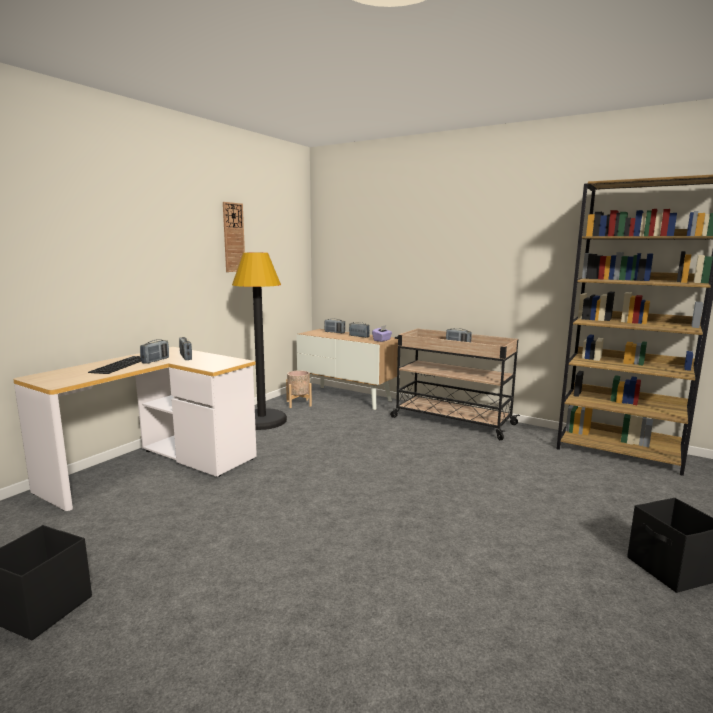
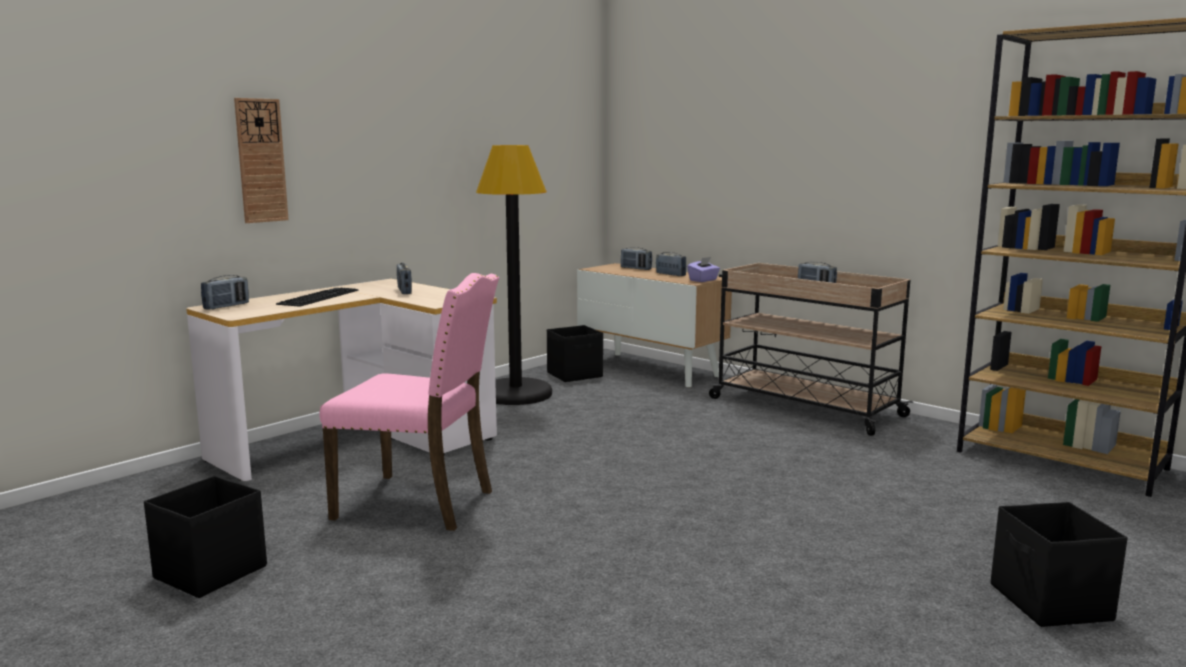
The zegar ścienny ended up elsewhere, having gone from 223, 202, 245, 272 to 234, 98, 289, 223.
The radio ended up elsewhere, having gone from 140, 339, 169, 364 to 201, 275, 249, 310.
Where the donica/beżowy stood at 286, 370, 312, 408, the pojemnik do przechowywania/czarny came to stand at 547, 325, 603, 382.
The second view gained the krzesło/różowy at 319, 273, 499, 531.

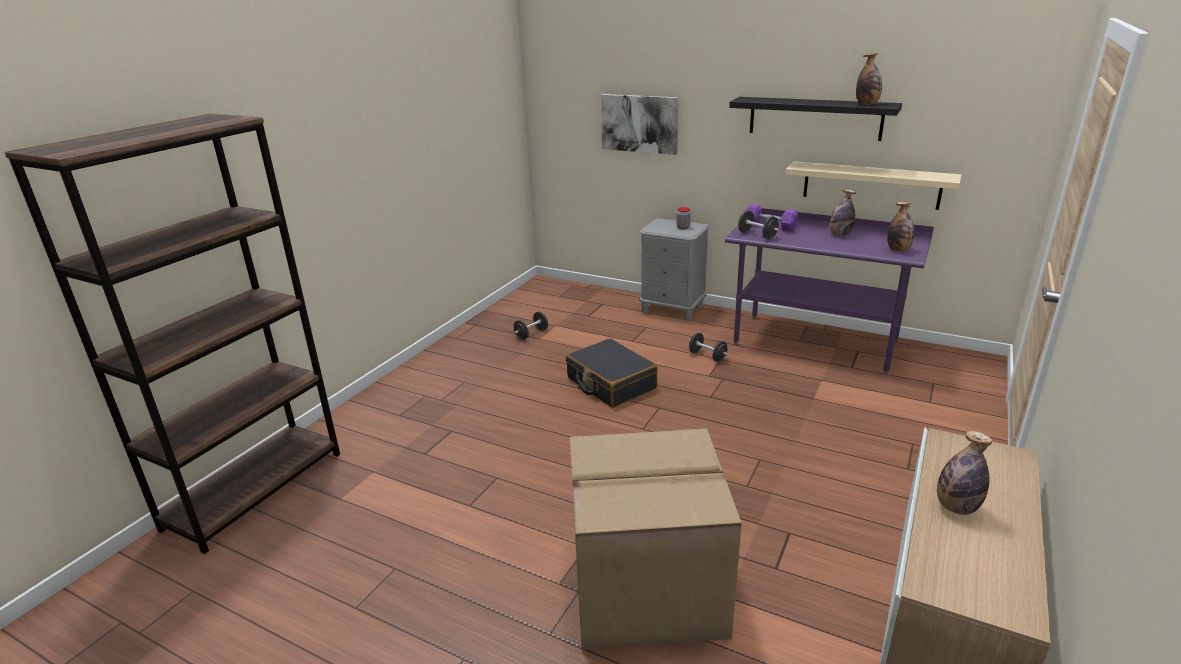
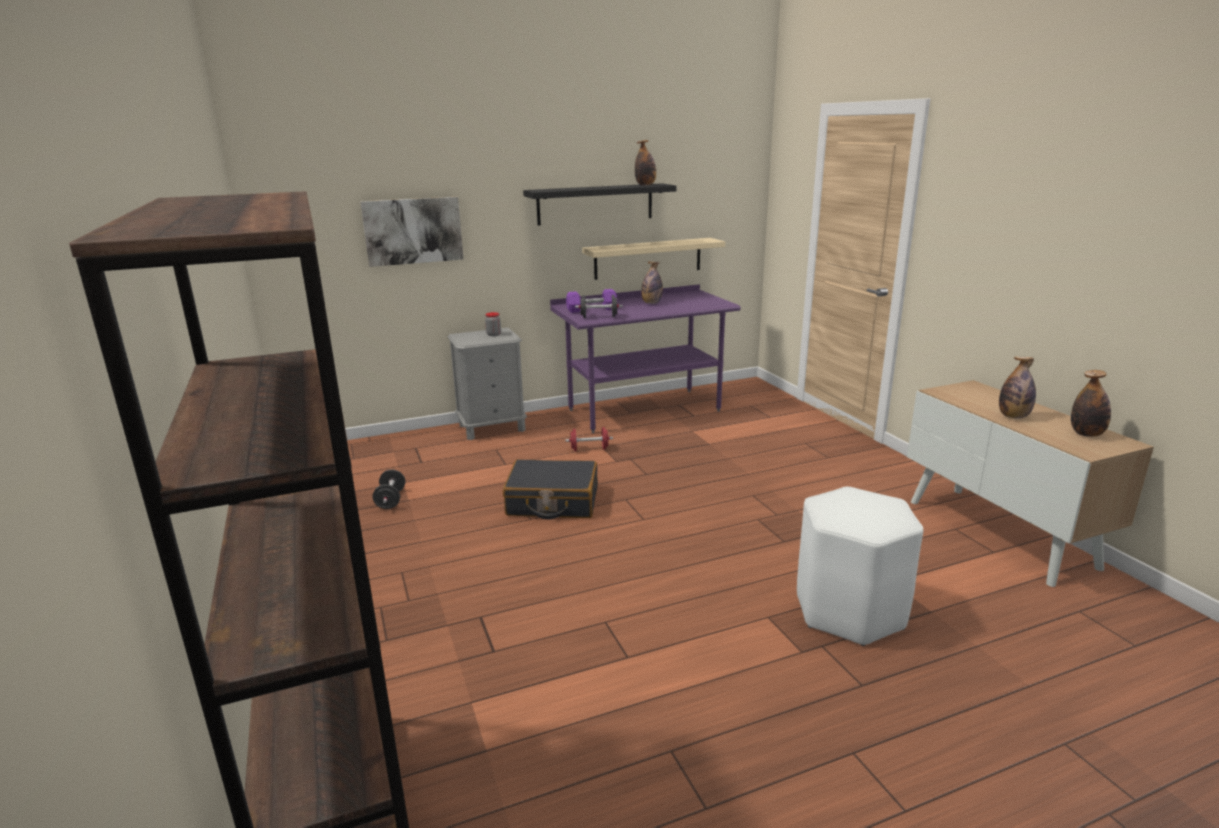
The butelka ended up elsewhere, having gone from 887, 202, 915, 251 to 1071, 370, 1111, 437.
What was the hantel/czarny at 689, 333, 728, 362 turned into the hantel/czerwony at 565, 427, 613, 451.
Where the karton stood at 570, 429, 742, 650, the stołek/biały came to stand at 797, 486, 923, 646.

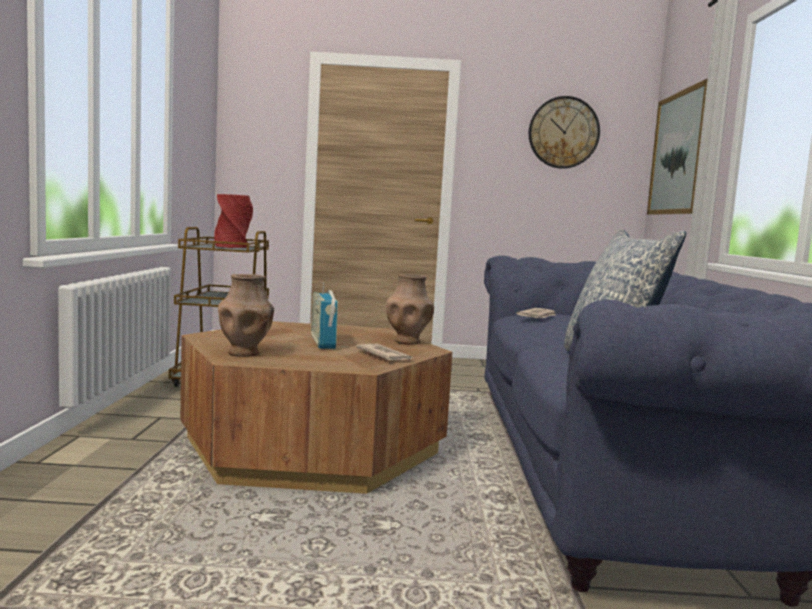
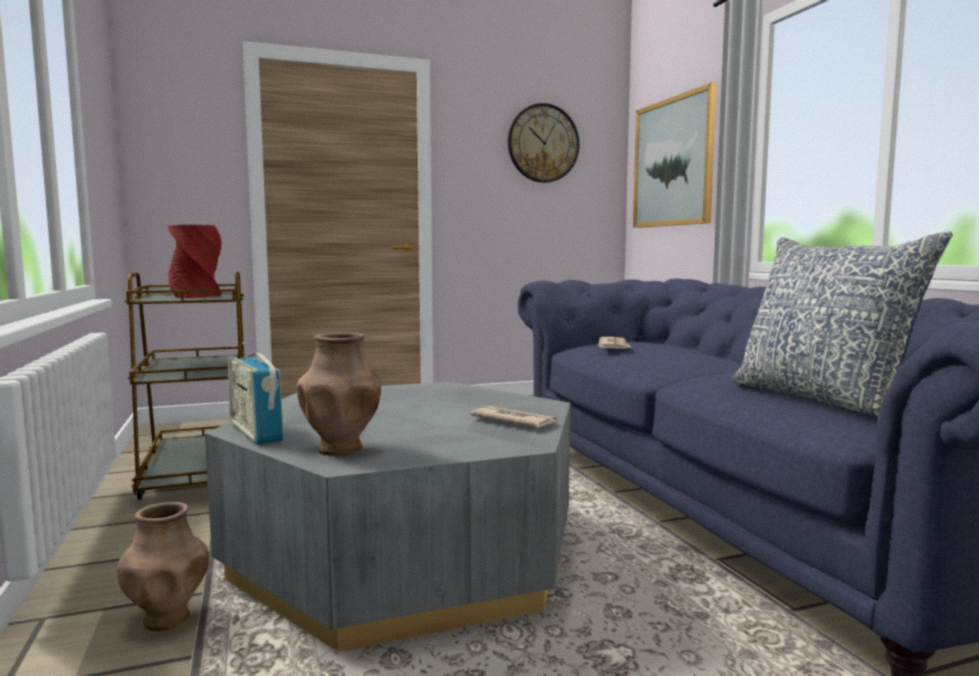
The wazon/brązowy ended up elsewhere, having gone from 386, 274, 434, 344 to 117, 502, 209, 631.
The radio ended up elsewhere, having gone from 311, 283, 338, 349 to 228, 342, 284, 445.
What was the ława/brązowy at 180, 321, 452, 494 turned into the ława/szary at 205, 382, 570, 651.

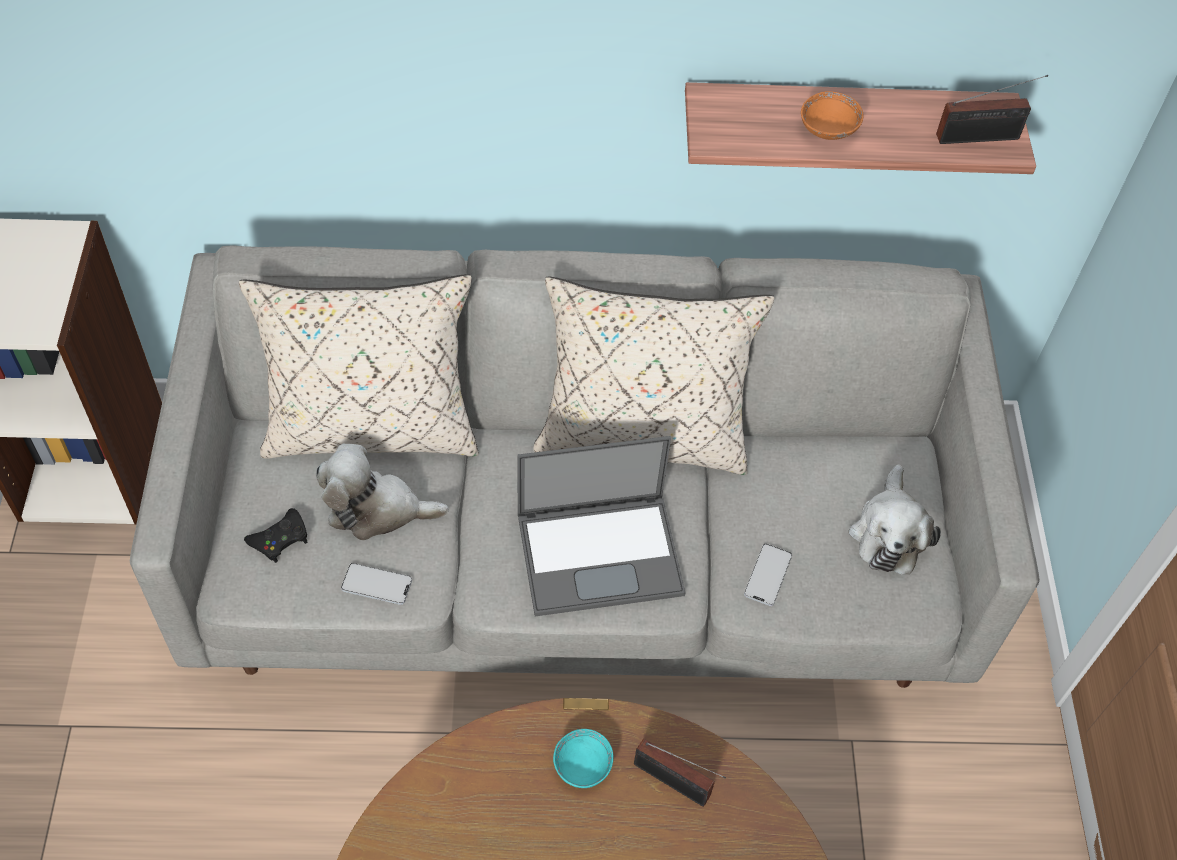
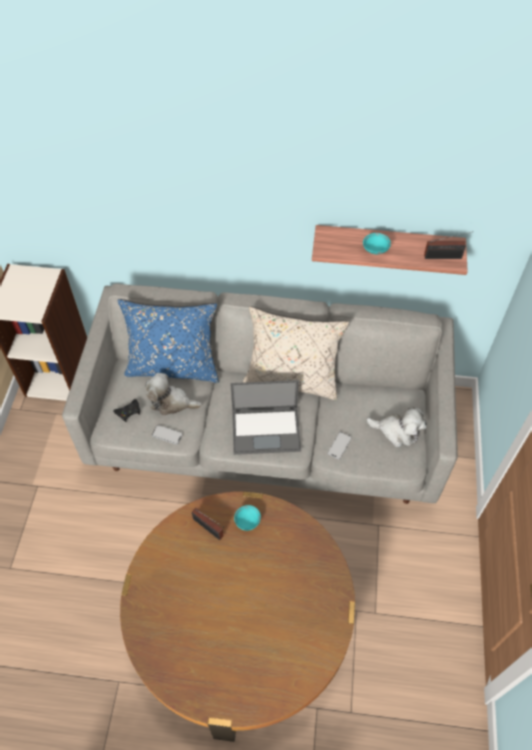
What was the miska/pomarańczowy at 801, 91, 864, 140 turned into the miska/turkusowy at 363, 233, 391, 254.
What was the poduszka/beżowy at 239, 274, 479, 459 turned into the poduszka/niebieski at 118, 299, 219, 383.
The pluszak at 849, 464, 941, 575 ended up facing another way, 90 degrees counterclockwise from before.
The radio ended up elsewhere, having gone from 634, 739, 726, 807 to 192, 508, 224, 540.

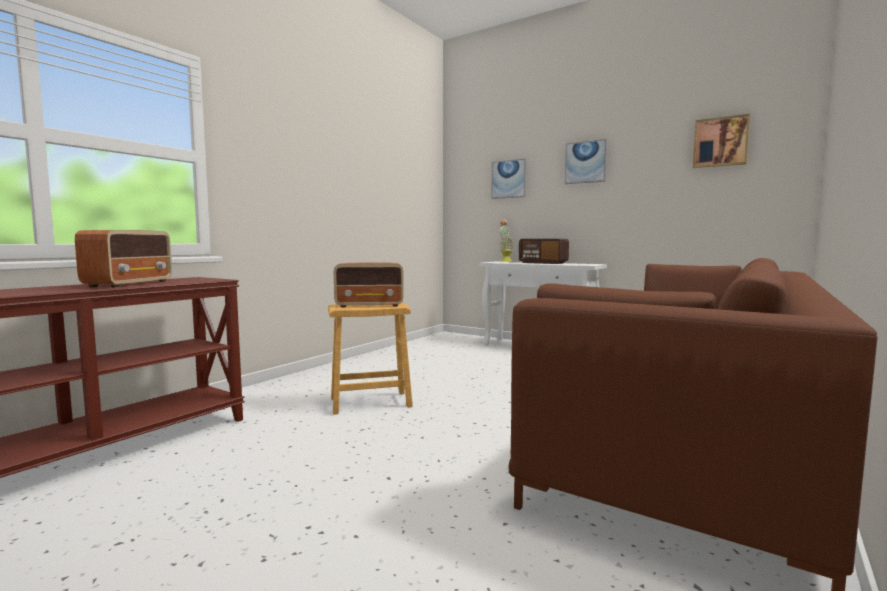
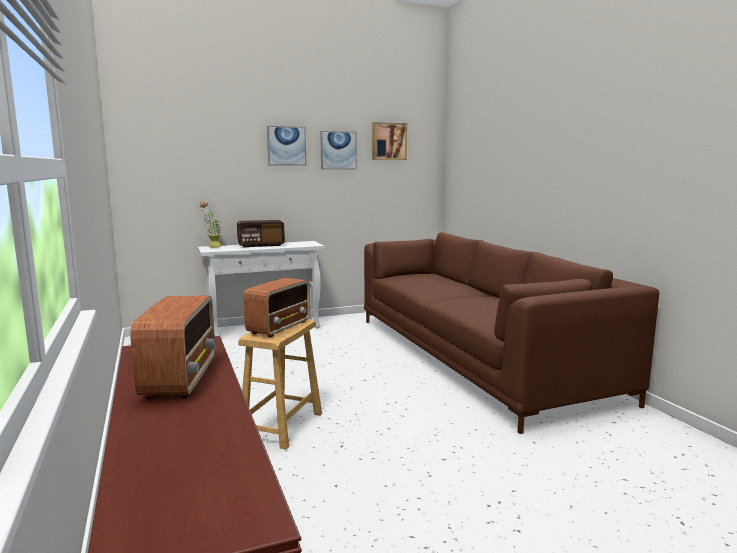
The obraz ended up elsewhere, having gone from 491, 159, 526, 199 to 320, 131, 357, 169.
The radio at 75, 230, 172, 287 ended up facing another way, 45 degrees clockwise from before.

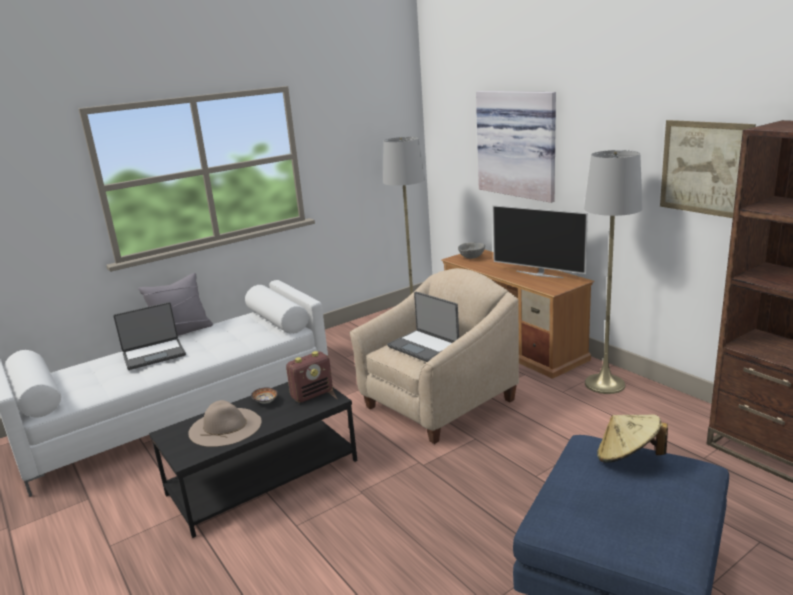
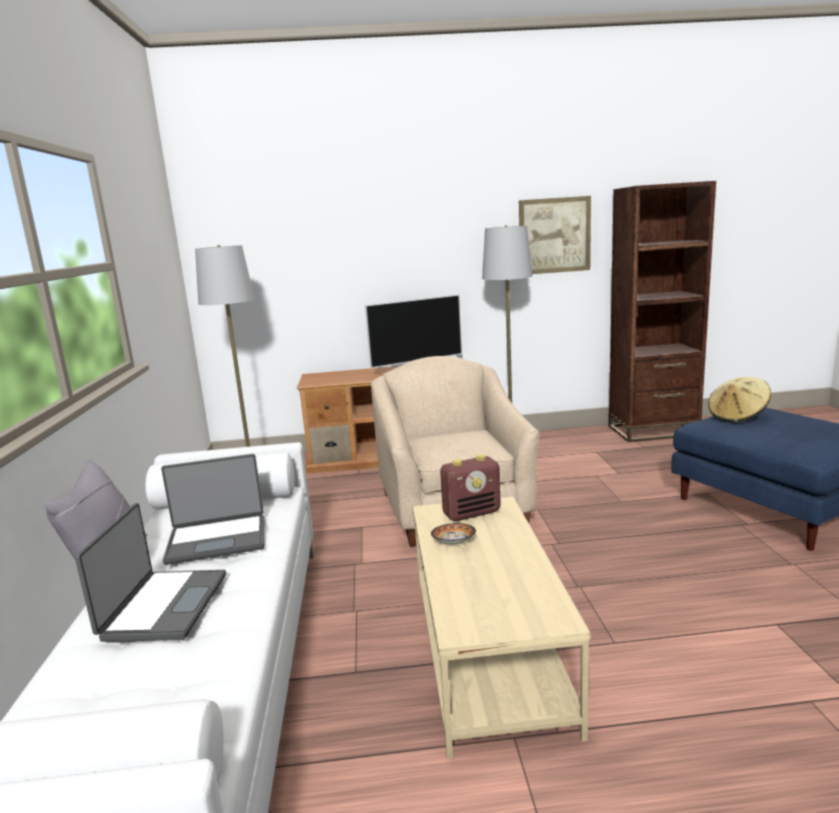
The second view lost the obraz at 476, 91, 556, 203.
The second view lost the miska/szary at 458, 242, 485, 259.
The laptop ended up elsewhere, having gone from 387, 292, 459, 362 to 161, 454, 264, 565.
The radio at 286, 351, 333, 403 ended up facing another way, 75 degrees clockwise from before.
What was the ława/czarny at 149, 382, 357, 538 turned into the ława/beżowy at 412, 497, 591, 759.
The second view lost the kapelusz/beżowy at 188, 400, 262, 447.

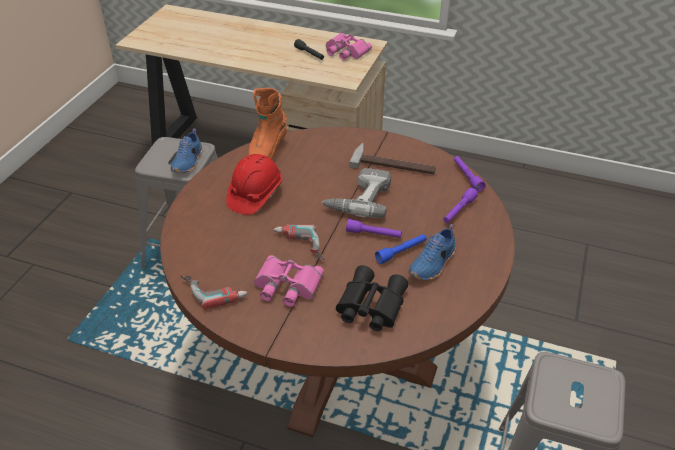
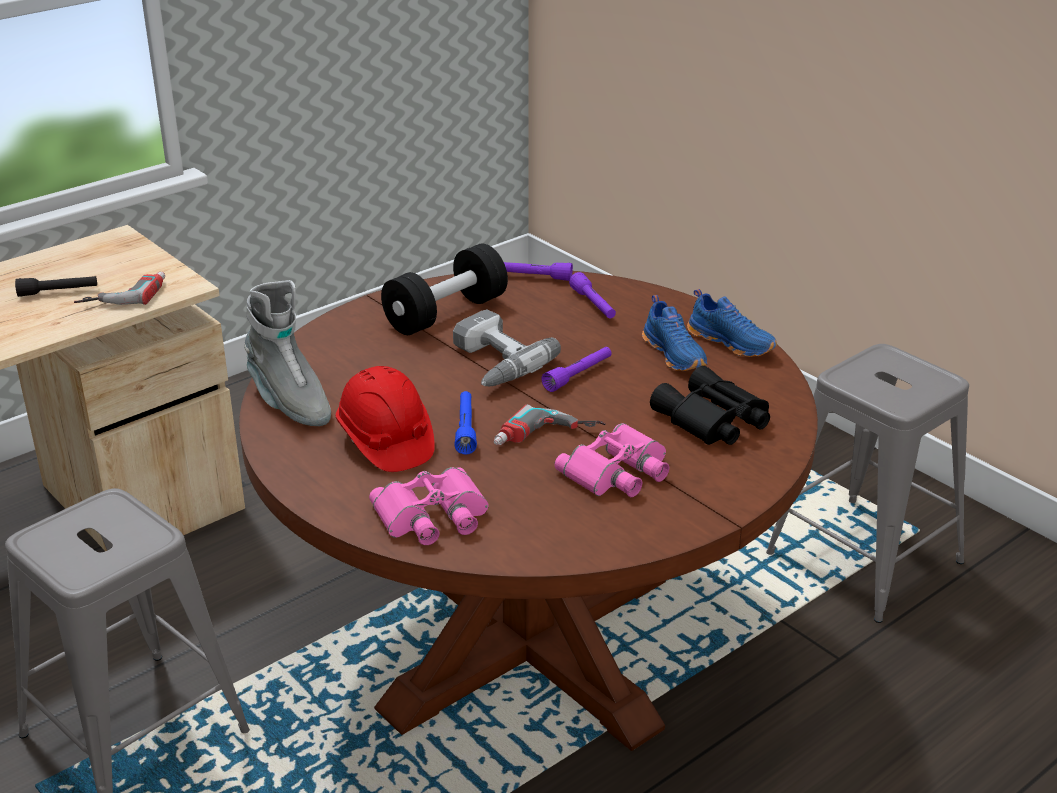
The lornetka/różowy ended up elsewhere, having gone from 326, 33, 372, 60 to 369, 467, 489, 545.
What was the but z cholewką/pomarańczowy at 248, 88, 287, 160 turned into the but z cholewką/szary at 244, 280, 331, 426.
The but/niebieski ended up elsewhere, having gone from 171, 128, 203, 173 to 687, 289, 777, 357.
Where the młotek stood at 349, 143, 436, 174, the hantel/czarny came to stand at 381, 244, 508, 335.
The latarka/niebieski ended up elsewhere, having gone from 375, 234, 427, 264 to 454, 391, 477, 455.
The wiertarka ended up elsewhere, having gone from 180, 274, 247, 310 to 74, 272, 165, 305.

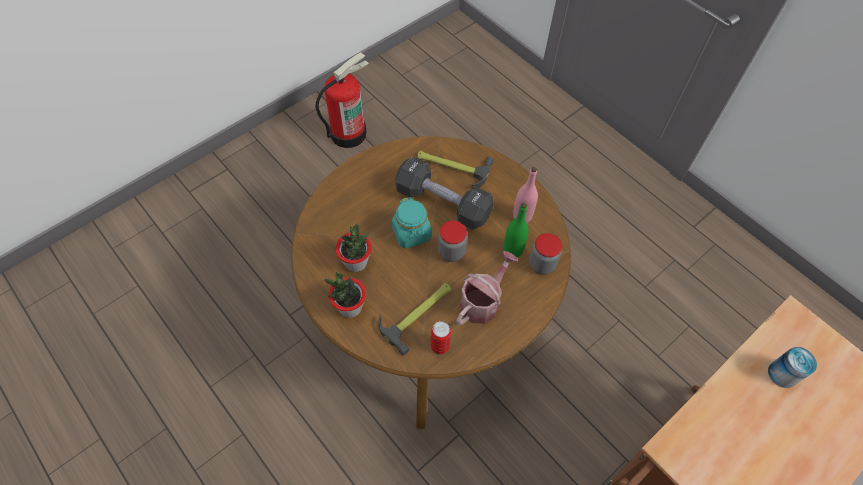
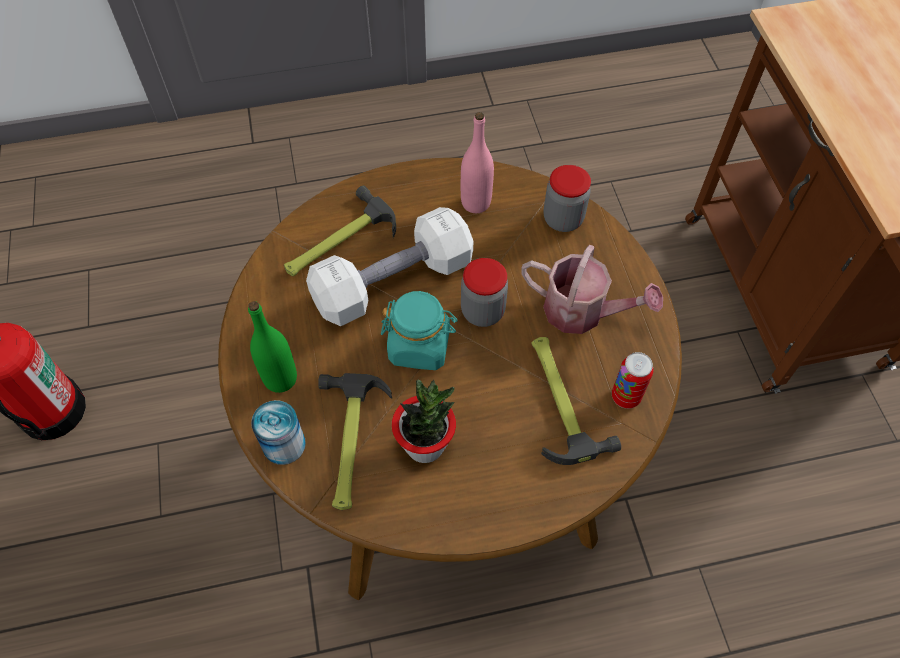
What was the hantel/czarny at 395, 157, 494, 230 turned into the hantel/biały at 306, 207, 474, 326.
The butelka/zielony ended up elsewhere, having gone from 503, 203, 528, 257 to 248, 301, 297, 393.
The konewka at 456, 251, 518, 325 ended up facing another way, 135 degrees clockwise from before.
The second view lost the roślina doniczkowa at 325, 272, 366, 318.
The puszka ended up elsewhere, having gone from 768, 347, 817, 388 to 251, 400, 306, 465.
The second view gained the młotek at 318, 373, 392, 510.

